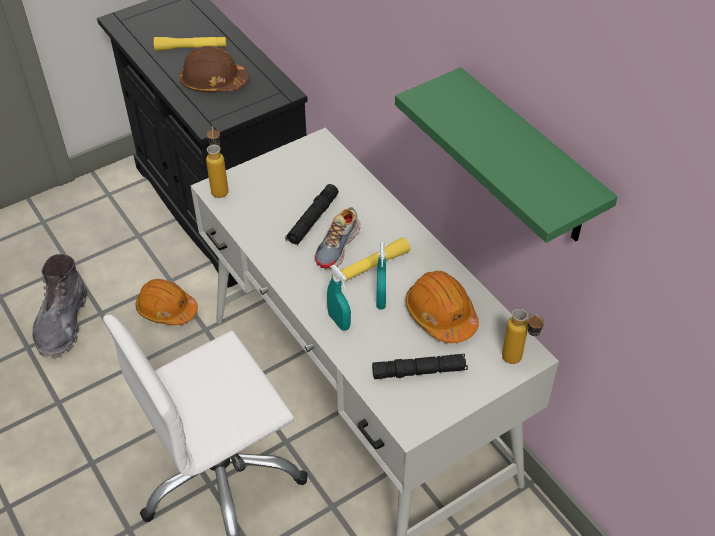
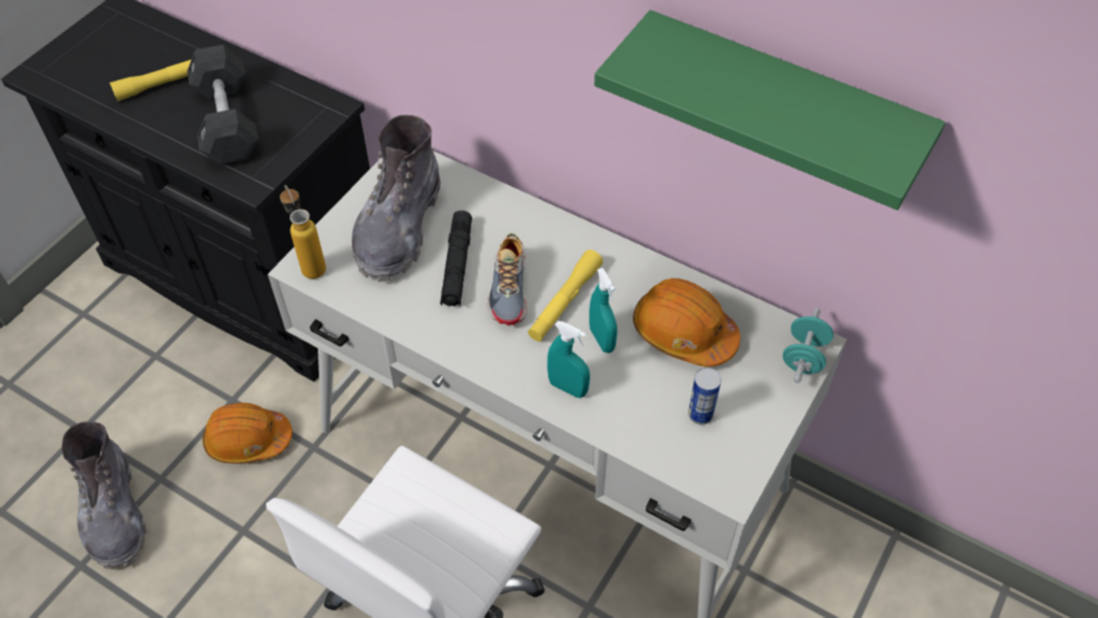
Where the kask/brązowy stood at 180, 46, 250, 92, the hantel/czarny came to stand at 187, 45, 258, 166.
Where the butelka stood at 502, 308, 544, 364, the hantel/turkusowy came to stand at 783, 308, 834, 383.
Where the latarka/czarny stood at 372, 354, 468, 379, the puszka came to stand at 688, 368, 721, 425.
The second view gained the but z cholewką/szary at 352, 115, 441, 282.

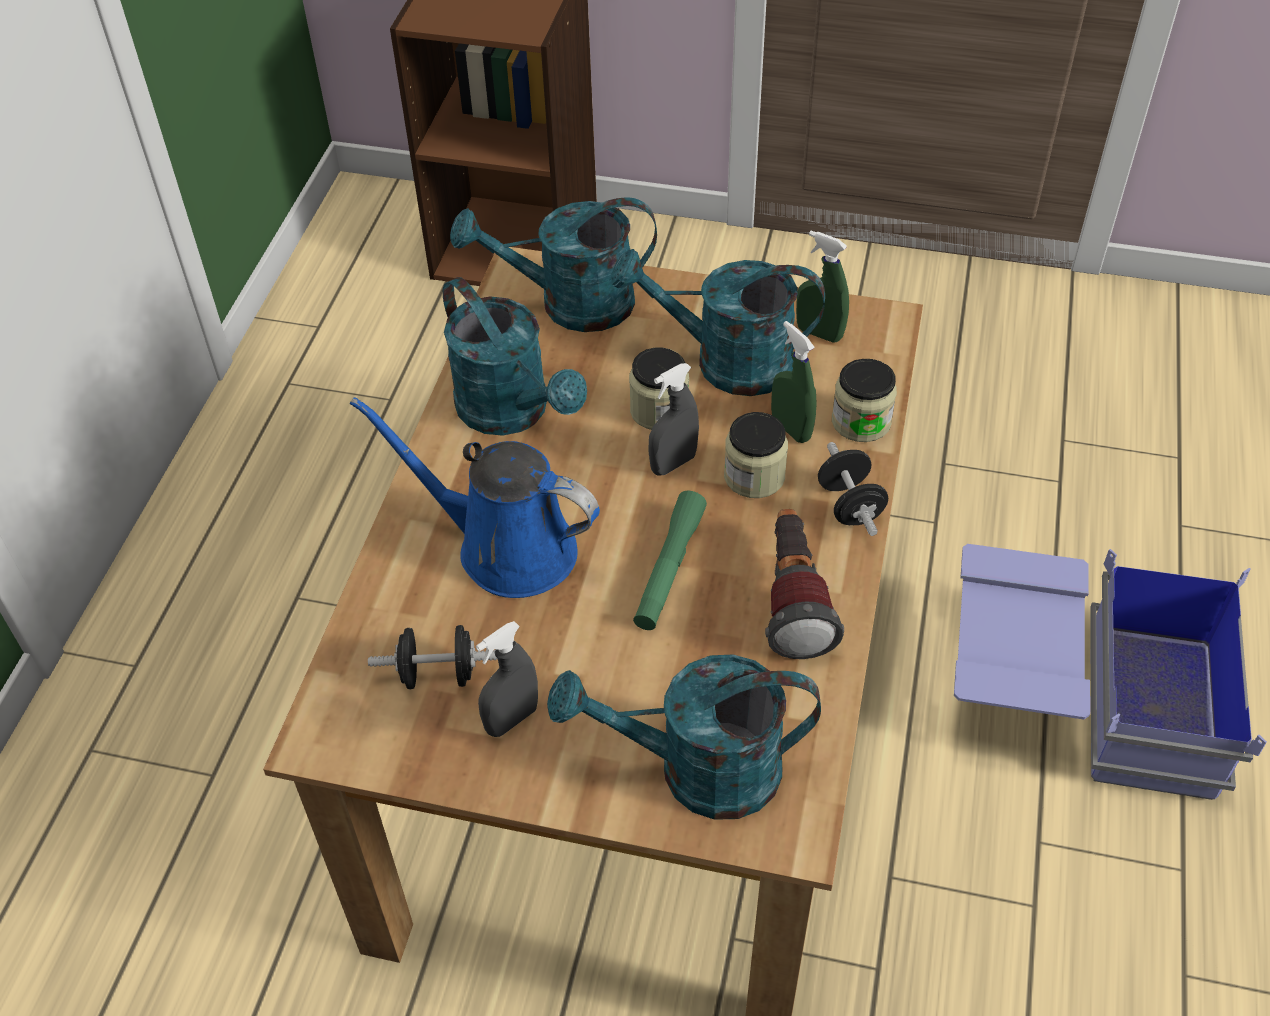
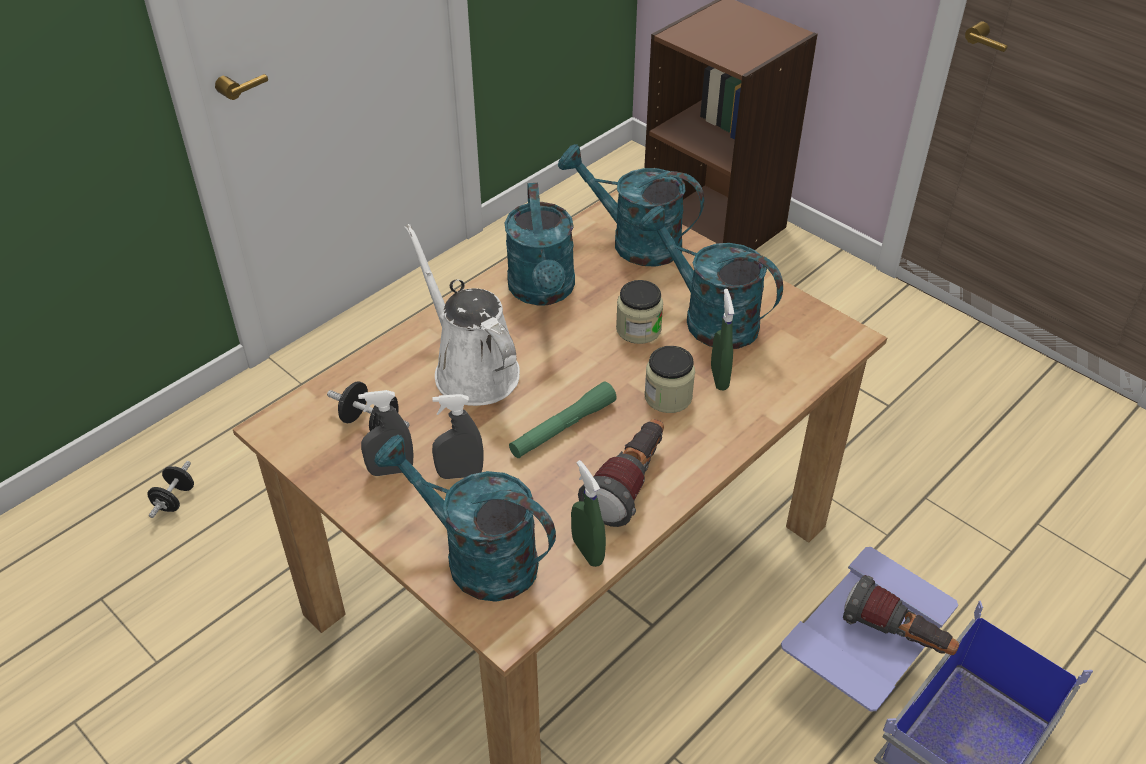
The spryskiwacz/zielony ended up elsewhere, having gone from 796, 231, 849, 343 to 571, 460, 606, 567.
The second view lost the słoik at 832, 359, 897, 442.
The spryskiwacz/szary ended up elsewhere, having gone from 648, 363, 699, 476 to 432, 394, 484, 479.
What was the konewka/niebieski at 350, 397, 600, 598 turned into the konewka/biały at 405, 224, 520, 406.
The hantel/czarny ended up elsewhere, having gone from 818, 442, 888, 536 to 147, 461, 194, 518.
The second view gained the latarka at 843, 575, 959, 655.

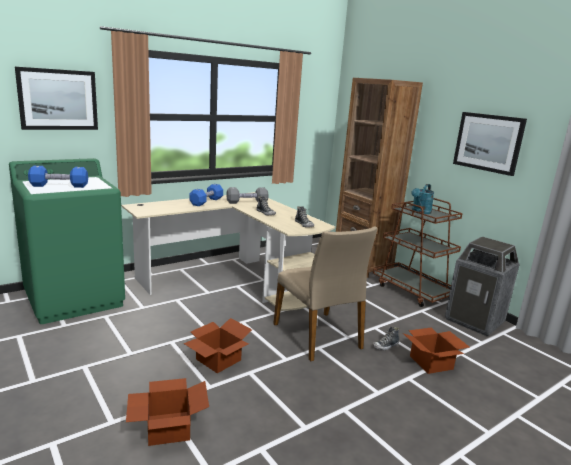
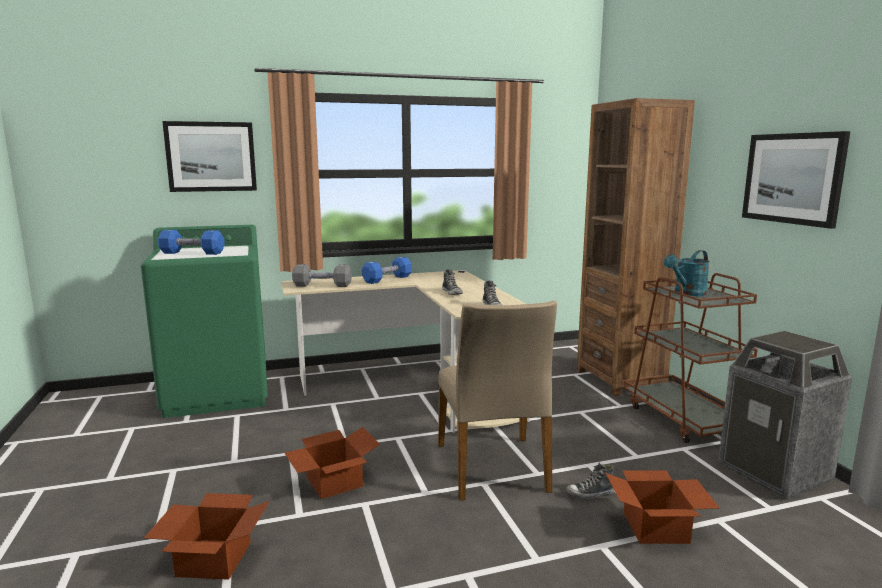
The hantel/szary ended up elsewhere, having gone from 226, 187, 269, 204 to 292, 264, 352, 287.

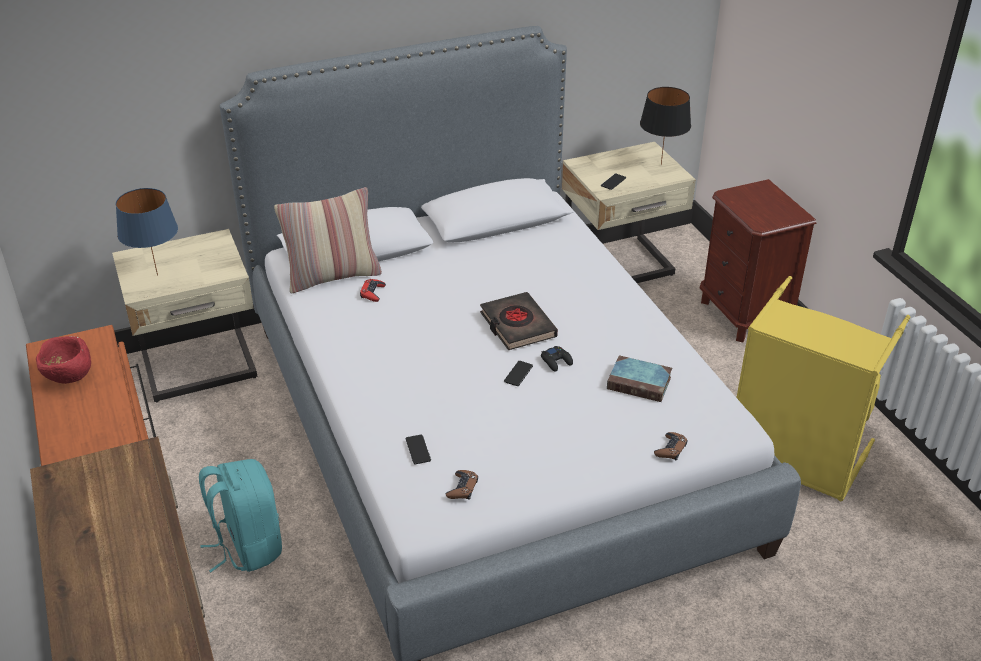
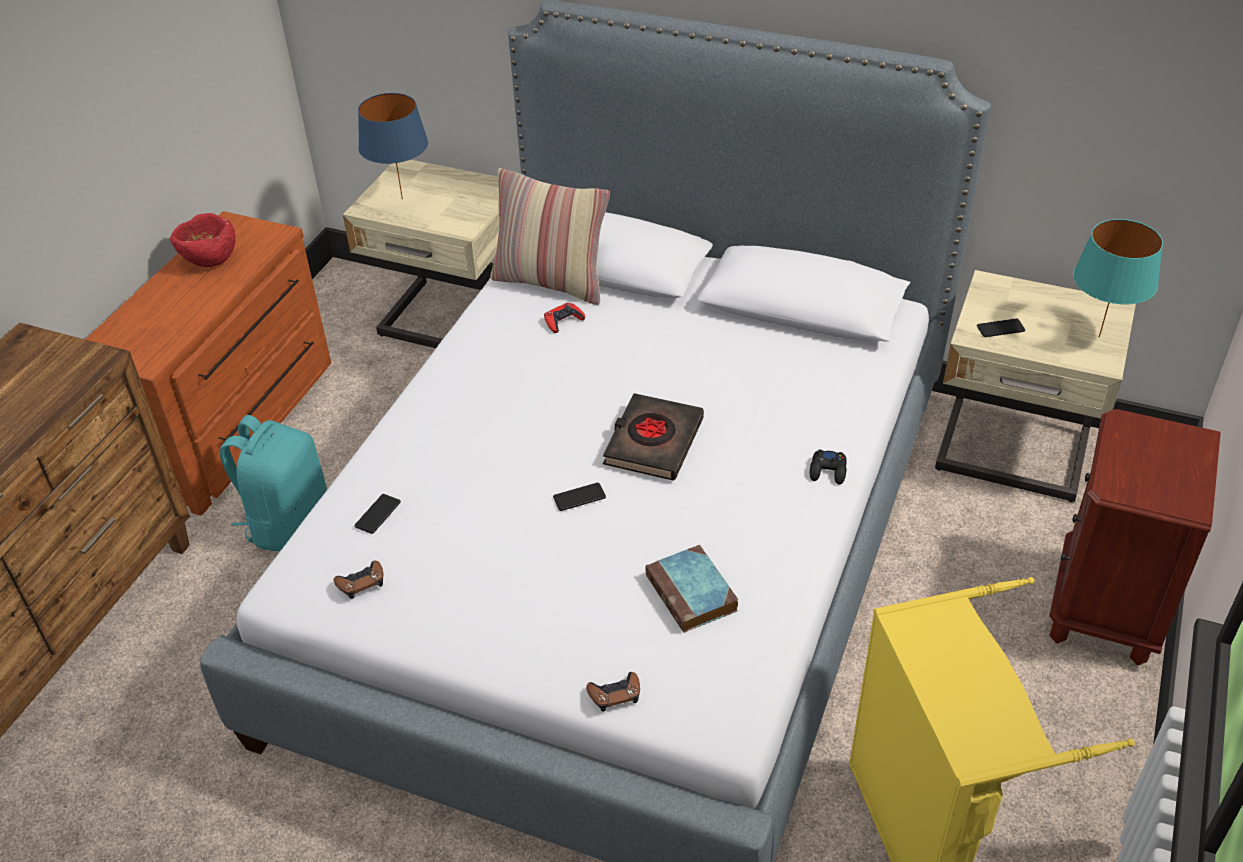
What was the lampa stołowa/czarny at 640, 87, 691, 165 turned into the lampa stołowa/turkusowy at 1073, 219, 1163, 338.
The pad do gier/czarny ended up elsewhere, having gone from 541, 346, 573, 372 to 810, 449, 847, 485.

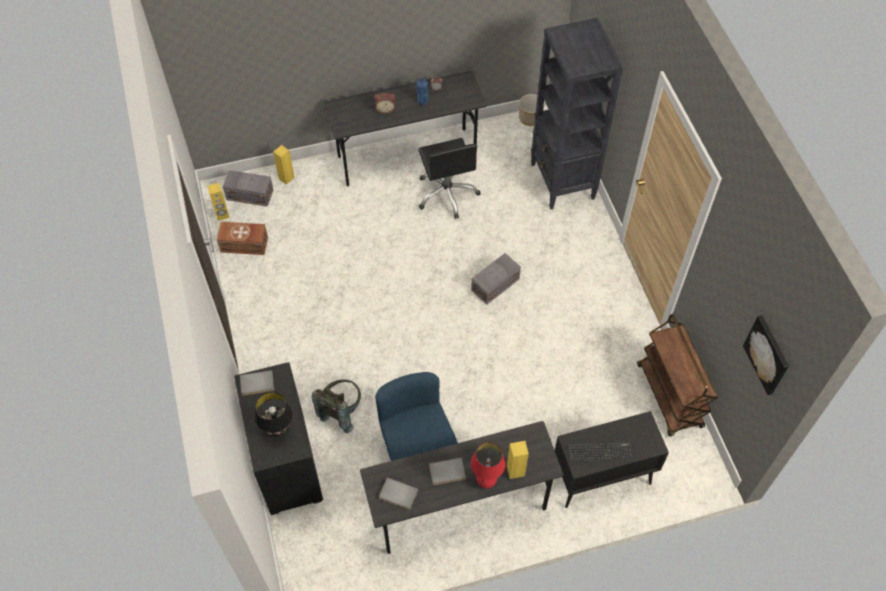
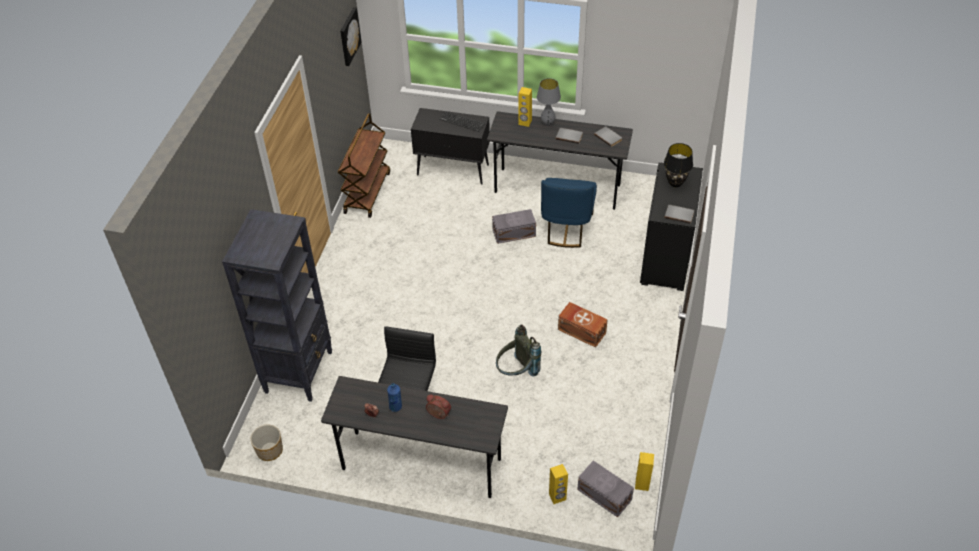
The pojemnik do przechowywania/brązowy ended up elsewhere, having gone from 217, 222, 268, 255 to 558, 302, 608, 348.
The pojemnik do przechowywania/szary ended up elsewhere, having gone from 471, 253, 521, 305 to 492, 209, 536, 244.
The plecak/szary ended up elsewhere, having gone from 312, 379, 361, 433 to 496, 325, 541, 376.
What was the lampa stołowa/czerwony at 471, 442, 506, 489 turned into the lampa stołowa/szary at 537, 78, 561, 126.

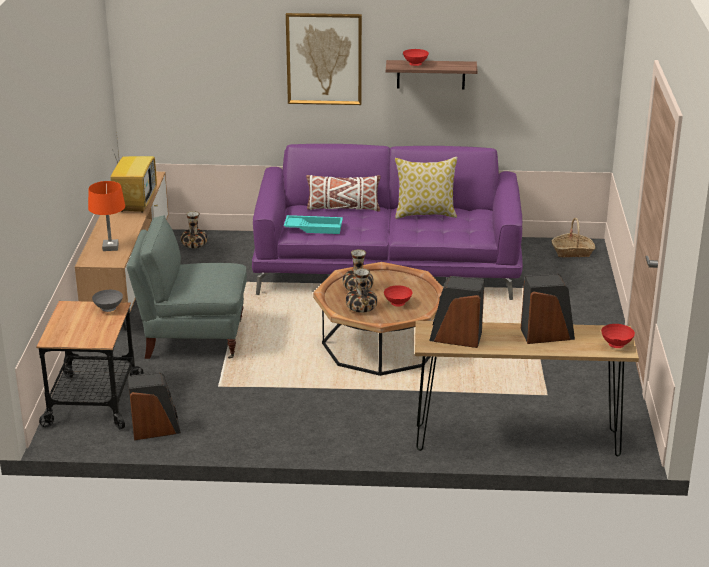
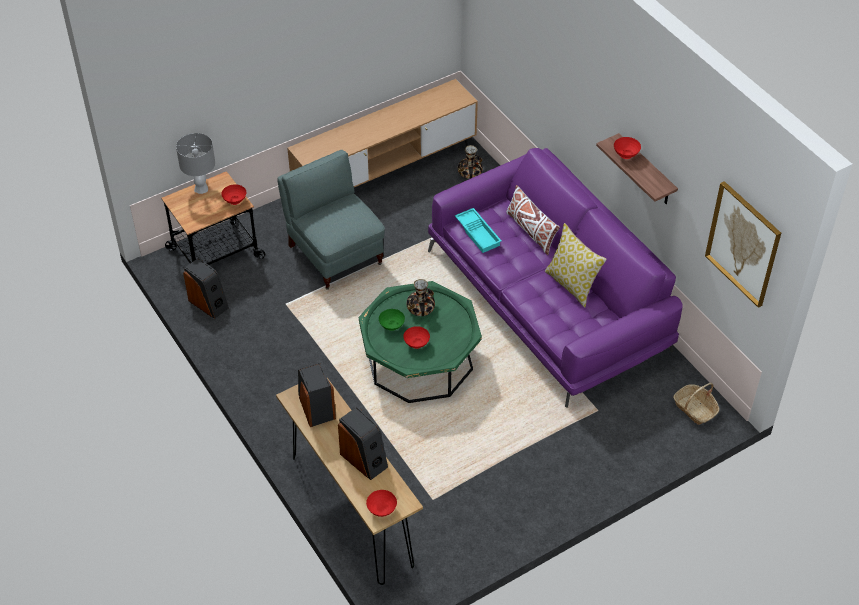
The obraz ended up elsewhere, having gone from 286, 13, 362, 105 to 705, 181, 781, 308.
The second view lost the telewizor at 110, 131, 157, 213.
The second view lost the lampa stołowa/pomarańczowy at 88, 181, 125, 251.
What was the ława/brązowy at 313, 262, 443, 376 turned into the ława/zielony at 359, 281, 482, 403.
Where the wazon stood at 346, 268, 377, 313, the miska/zielony came to stand at 379, 309, 405, 331.
What was the miska/szary at 92, 290, 123, 312 turned into the miska/czerwony at 221, 184, 246, 205.
The second view gained the lampa stołowa/szary at 176, 133, 215, 194.

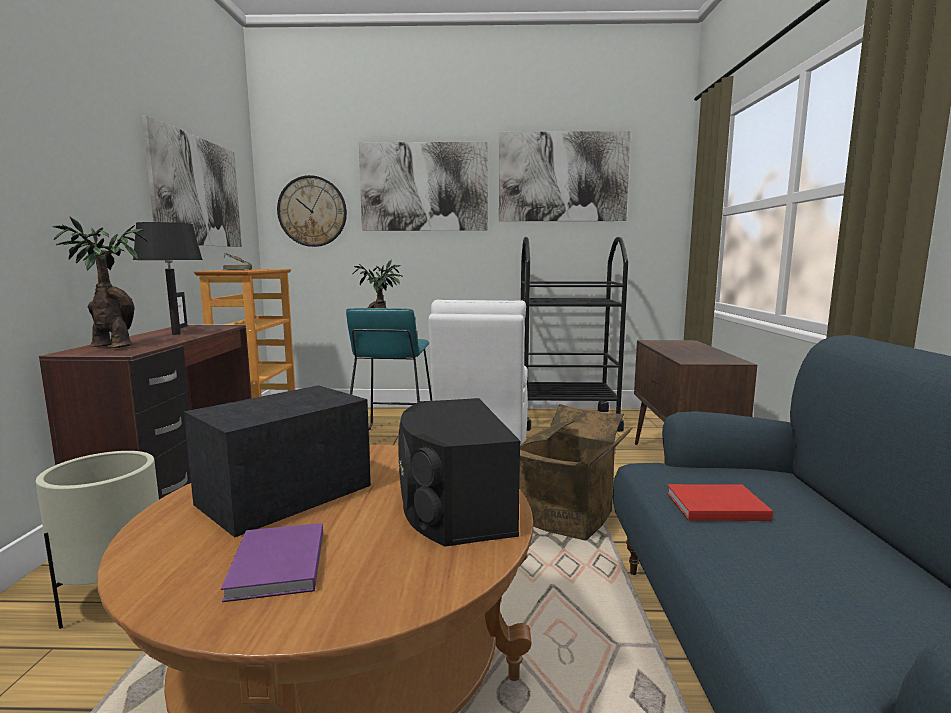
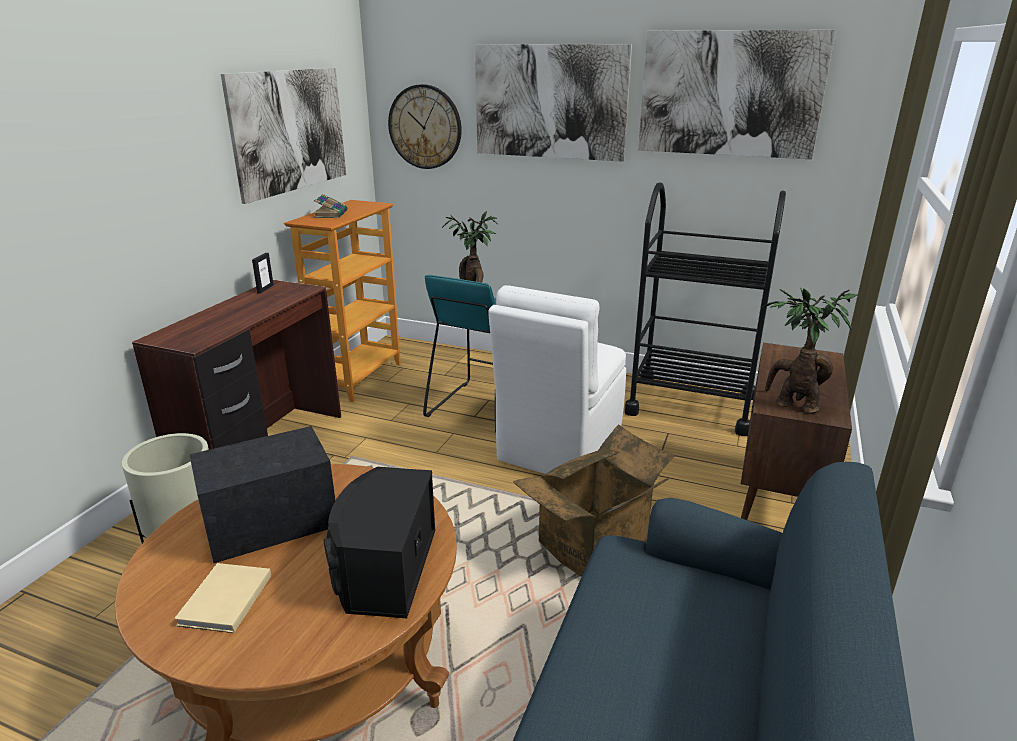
The roślina doniczkowa ended up elsewhere, having gone from 53, 216, 148, 348 to 762, 288, 857, 413.
The second view lost the lampa stołowa/czarny at 133, 222, 203, 335.
The second view lost the książka/czerwony at 667, 484, 773, 521.
What was the książka/fioletowy at 221, 523, 323, 602 turned into the książka/beżowy at 174, 563, 271, 633.

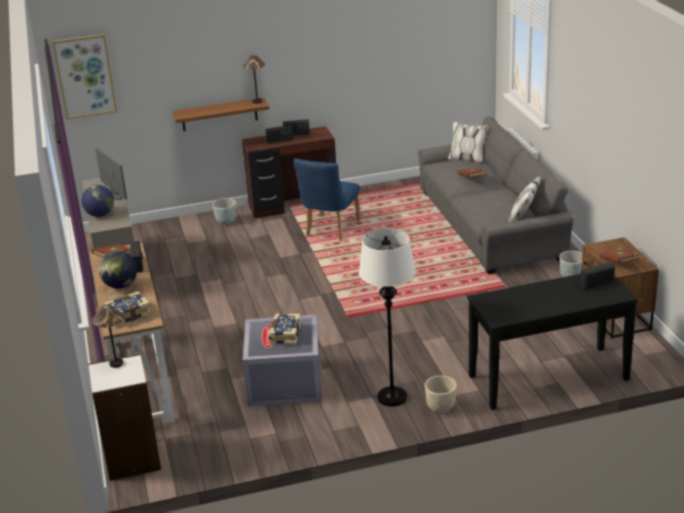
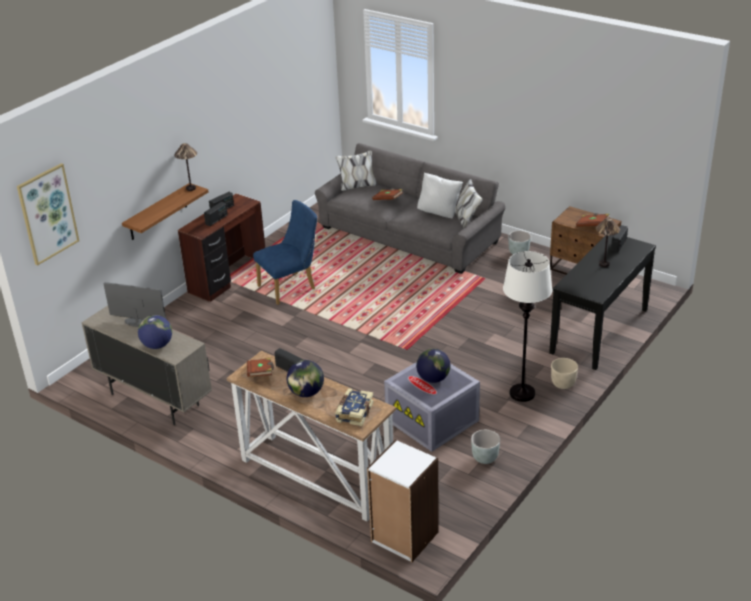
The krzesło/niebieski at 293, 159, 360, 241 ended up facing another way, 105 degrees counterclockwise from before.
The donica/szary ended up elsewhere, having gone from 212, 198, 236, 225 to 471, 430, 500, 464.
The lampa stołowa ended up elsewhere, having gone from 92, 304, 124, 368 to 596, 218, 620, 267.
Where the książka stood at 269, 313, 301, 345, the globus came to stand at 416, 349, 450, 383.
The second view gained the poduszka/biały at 417, 173, 463, 218.

